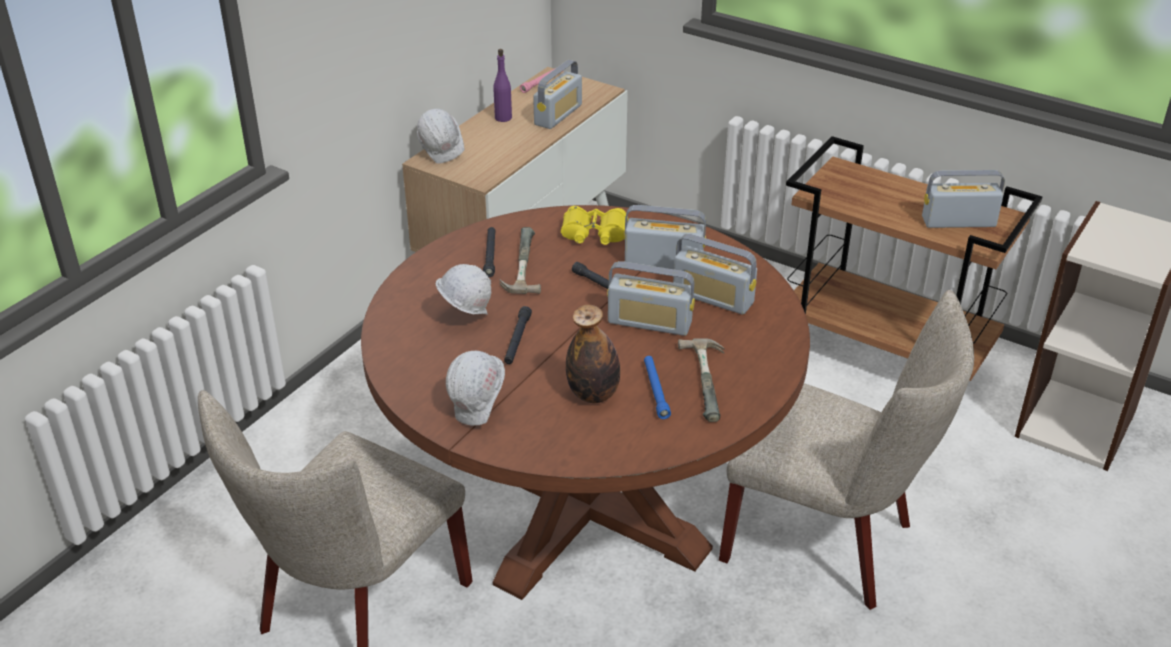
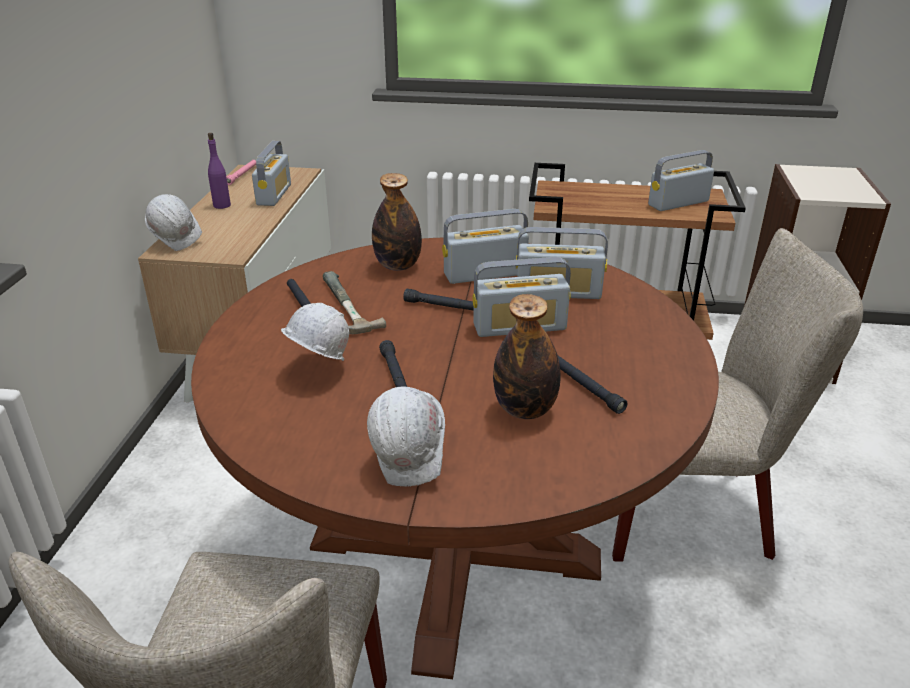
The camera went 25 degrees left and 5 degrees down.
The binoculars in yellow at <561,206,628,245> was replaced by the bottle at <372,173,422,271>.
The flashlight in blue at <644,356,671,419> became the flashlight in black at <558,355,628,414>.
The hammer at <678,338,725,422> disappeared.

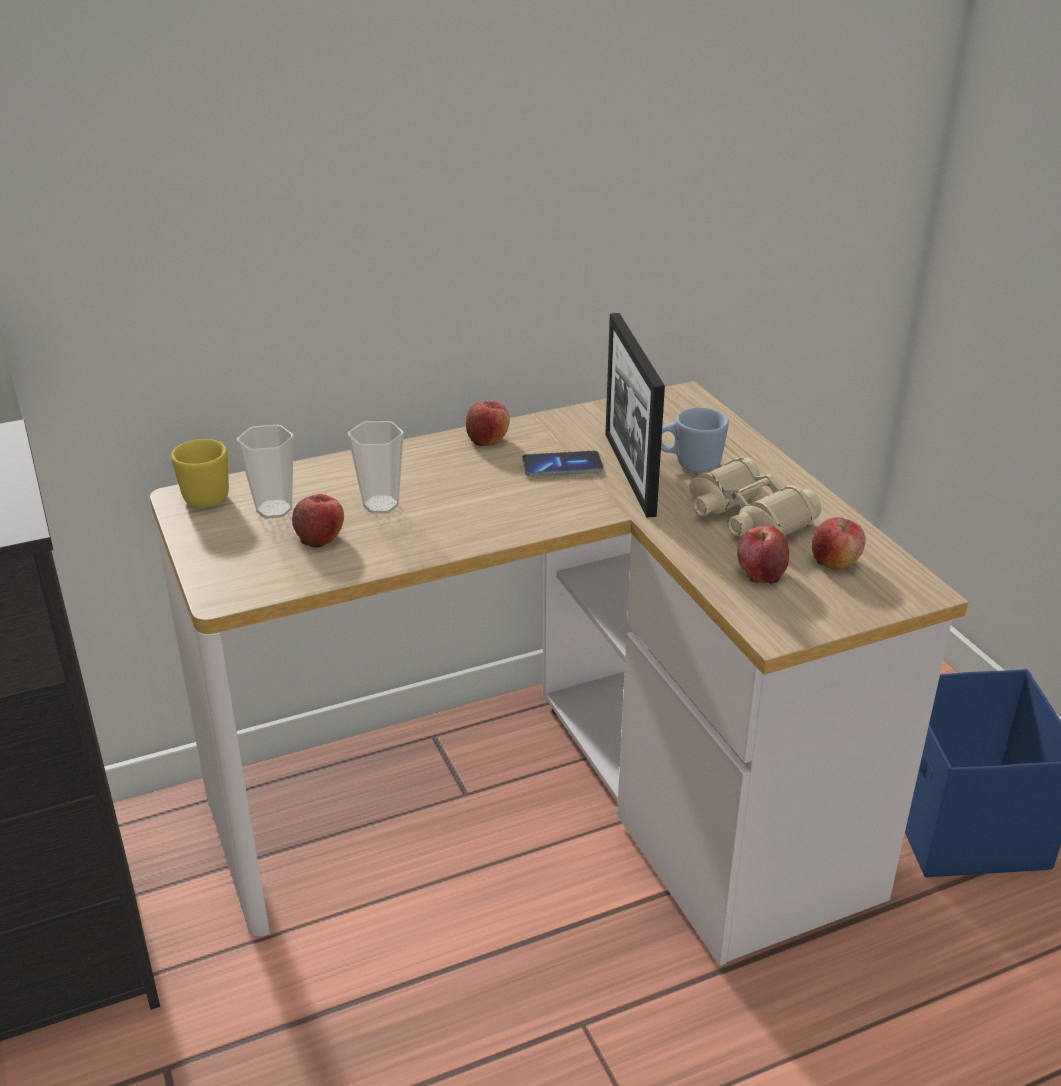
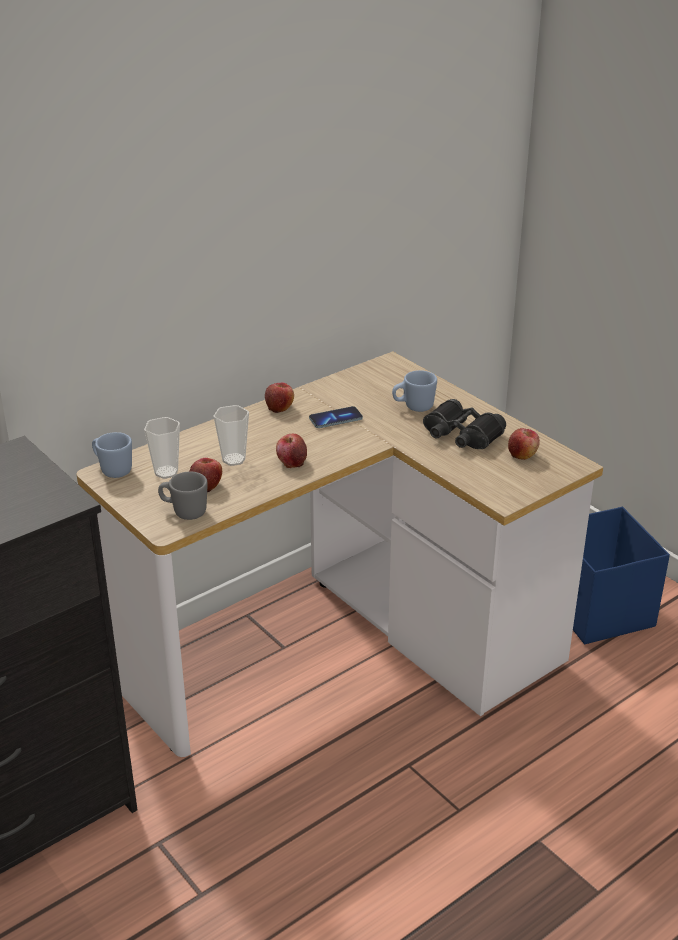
The camera went 15 degrees left and 0 degrees up.
The mug in yellow at <171,439,229,507> became the mug in blue at <92,432,132,478>.
The picture frame at <605,313,665,518> disappeared.
The binoculars in beige at <689,458,821,536> became the binoculars in black at <423,399,506,449>.
The apple moved from <737,526,789,584> to <276,434,307,468>.
The mug in grey at <158,472,208,520> appeared.

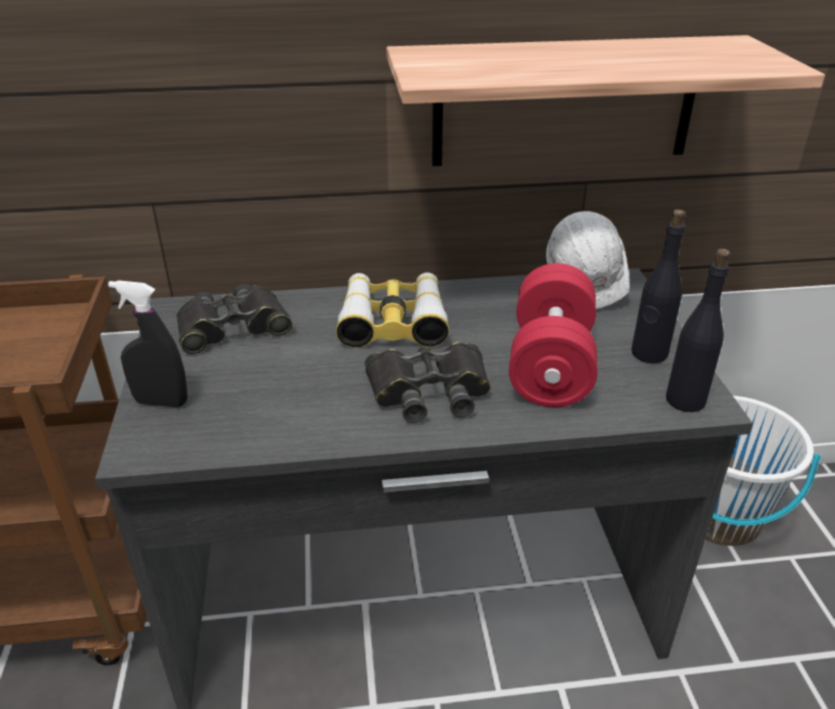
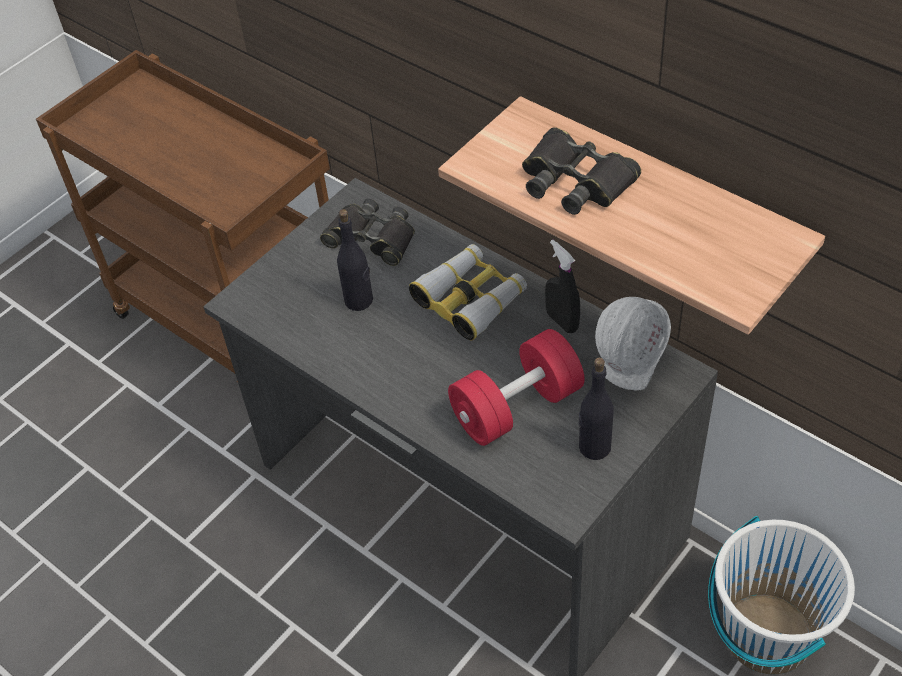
The camera went 50 degrees right and 15 degrees up.
The spray bottle in black moved from <108,280,188,407> to <545,239,580,333>.
The binoculars in black moved from <365,342,491,423> to <522,127,641,215>.
The bottle in black moved from <666,249,730,412> to <337,209,373,311>.

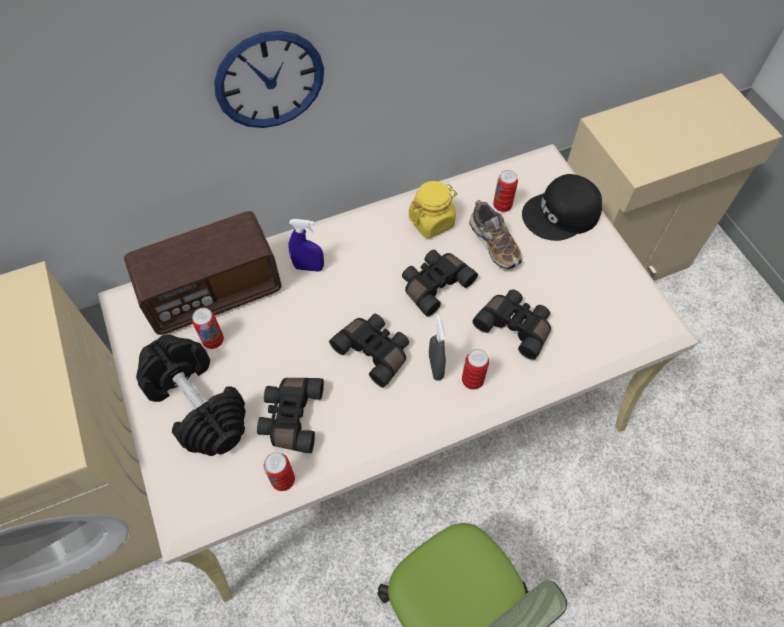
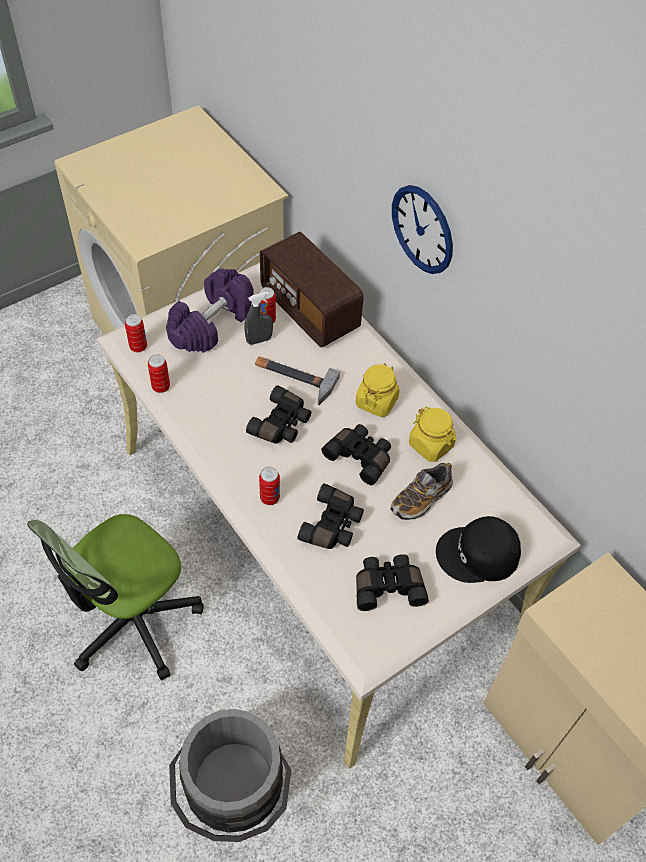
The camera went 75 degrees right and 5 degrees down.
The dumbbell in black at <136,335,246,456> became the dumbbell in purple at <166,269,253,353>.
The binoculars in black moved from <257,378,324,453> to <356,554,429,611>.
The spray bottle in blue at <288,219,324,272> disappeared.
The spray bottle in grey moved from <429,314,446,381> to <244,292,273,345>.
The can moved from <493,170,518,212> to <125,314,147,352>.
The cap in black at <522,174,602,241> turned 60 degrees counterclockwise.
The bucket in grey at <169,709,292,842> appeared.
The hammer at <255,357,340,405> appeared.
The jar in yellow at <356,363,400,417> appeared.

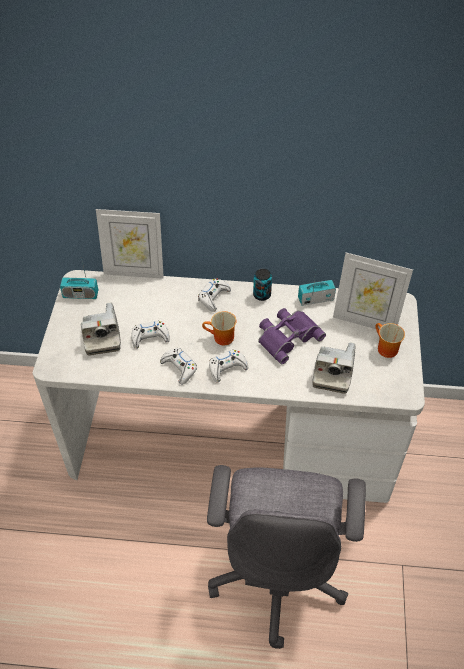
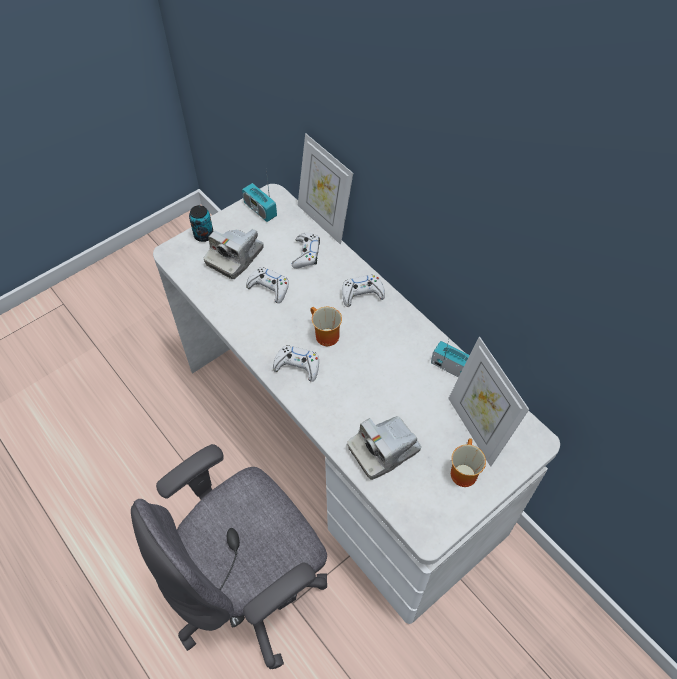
The camera went 45 degrees right and 5 degrees up.
The game controller in white moved from <160,348,197,384> to <292,233,320,269>.
The can moved from <253,269,272,301> to <189,205,213,242>.
The binoculars in purple at <258,308,326,364> disappeared.

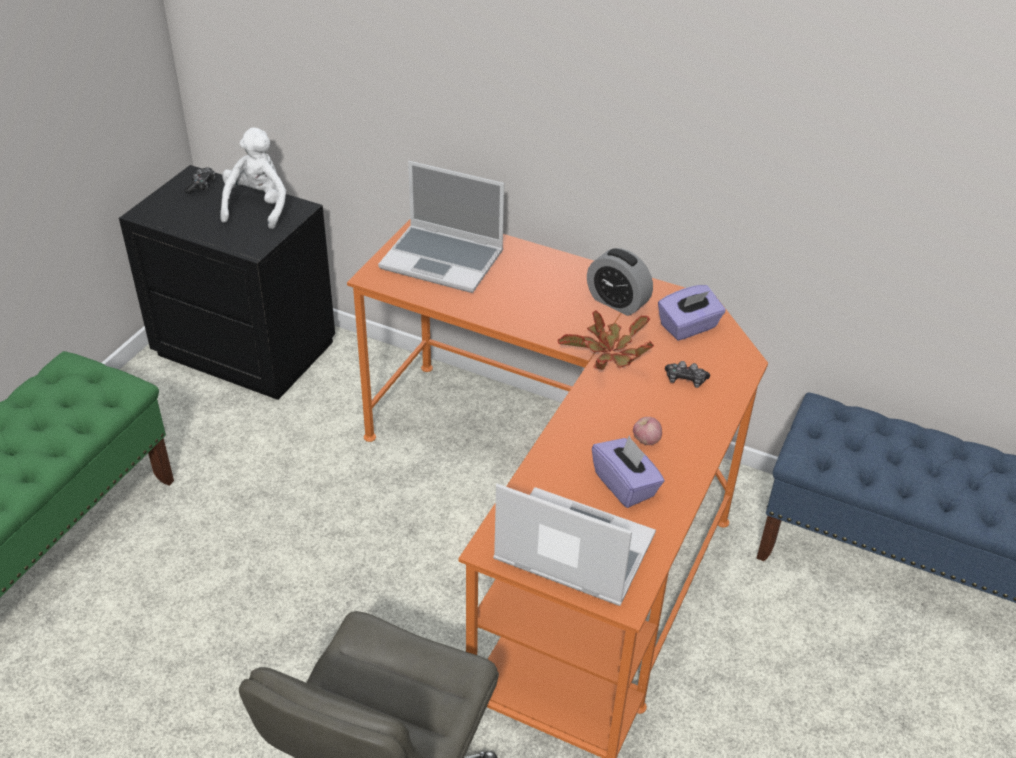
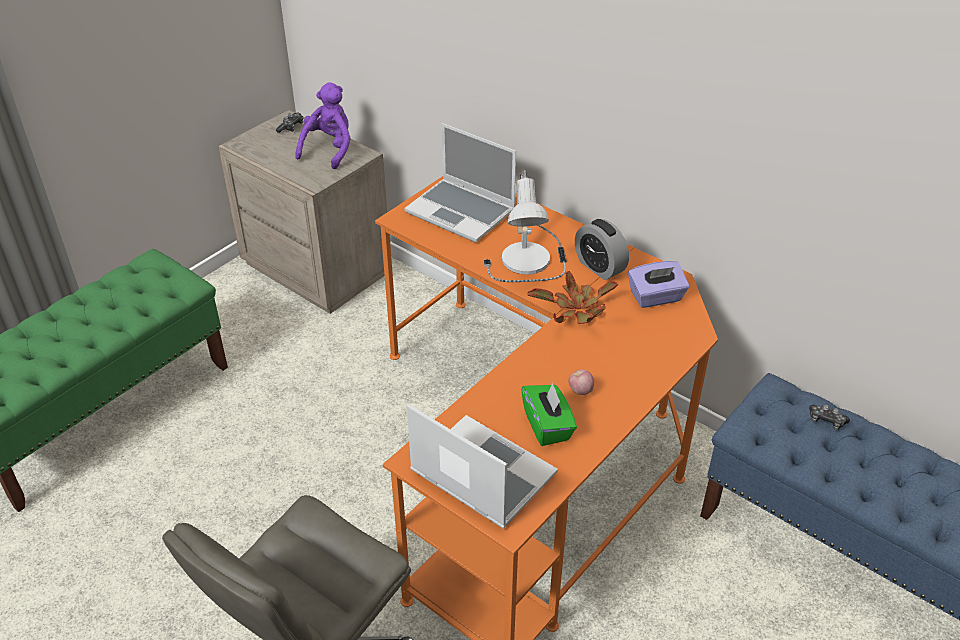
The camera went 15 degrees right and 0 degrees up.
The nightstand in black at <119,165,335,400> became the nightstand in beige at <218,109,387,314>.
The plush toy in white at <220,128,286,229> became the plush toy in purple at <295,82,351,169>.
The tissue box in purple at <592,436,665,508> became the tissue box in green at <521,383,577,446>.
The game controller moved from <665,361,710,388> to <809,404,850,430>.
The table lamp at <484,170,567,282> appeared.

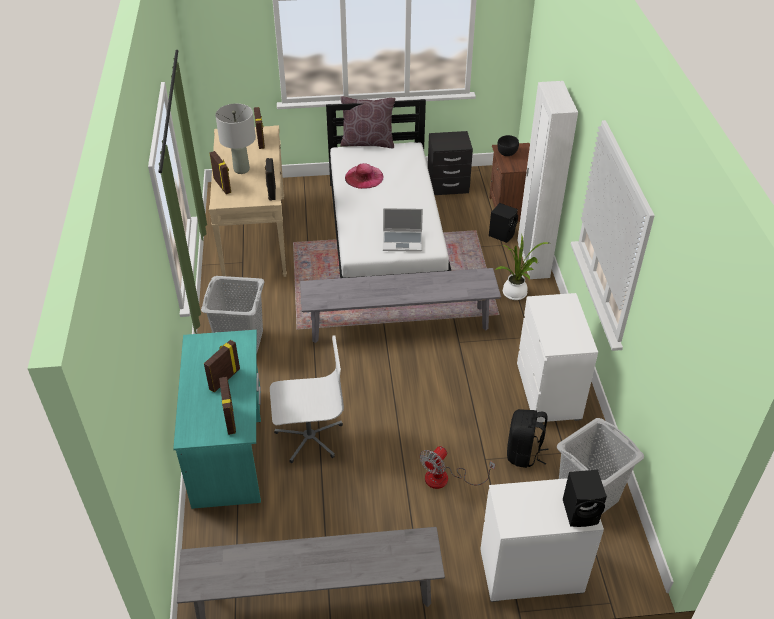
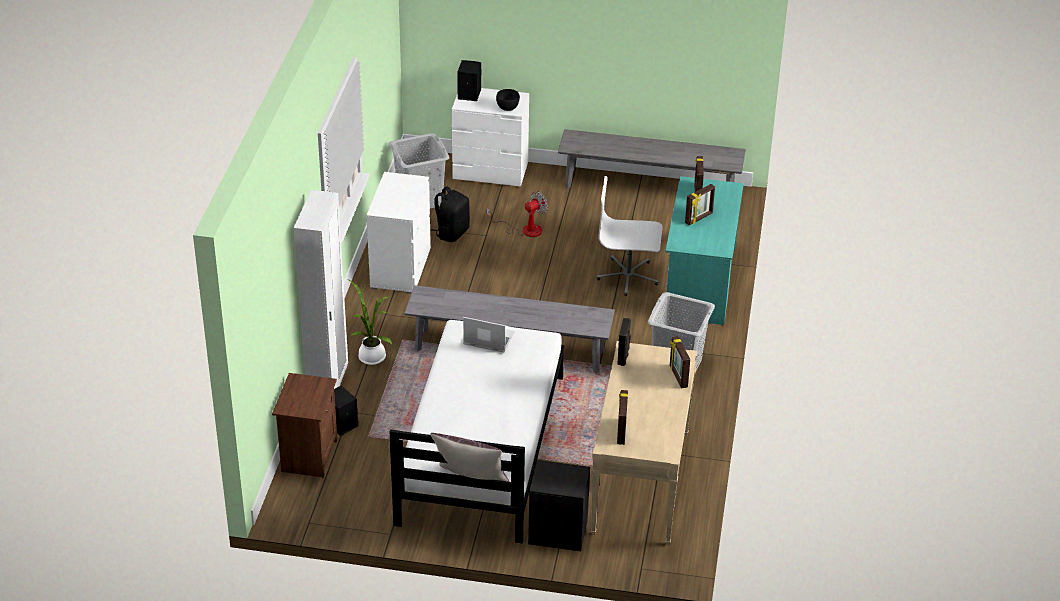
The camera went 165 degrees left and 5 degrees down.
The table lamp in grey at <215,104,256,174> disappeared.
The hat in pink at <345,163,384,189> disappeared.
The nightstand in black moved from <428,131,473,195> to <528,460,590,551>.
The bowl in black moved from <497,135,519,156> to <496,89,520,111>.

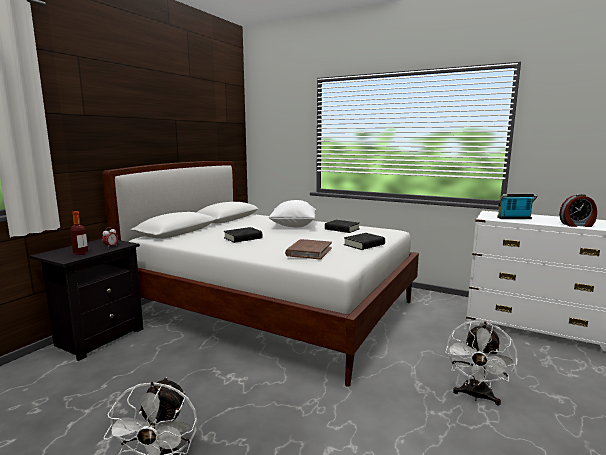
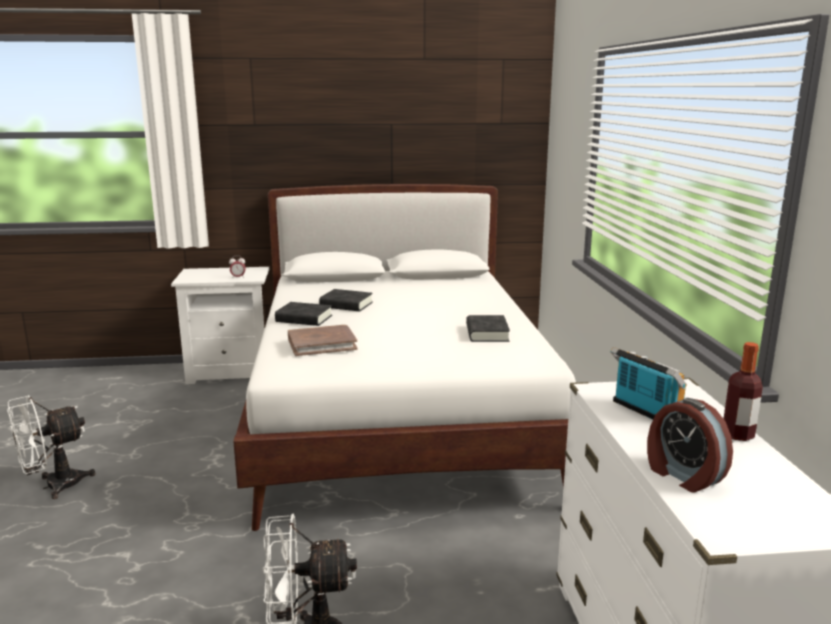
The camera went 55 degrees right and 5 degrees up.
The nightstand in black at <29,239,143,361> became the nightstand in white at <171,267,269,384>.
The bottle moved from <70,211,88,255> to <723,342,763,441>.
The pillow in white at <269,200,316,227> disappeared.
The book in black moved from <344,233,385,250> to <275,302,332,326>.

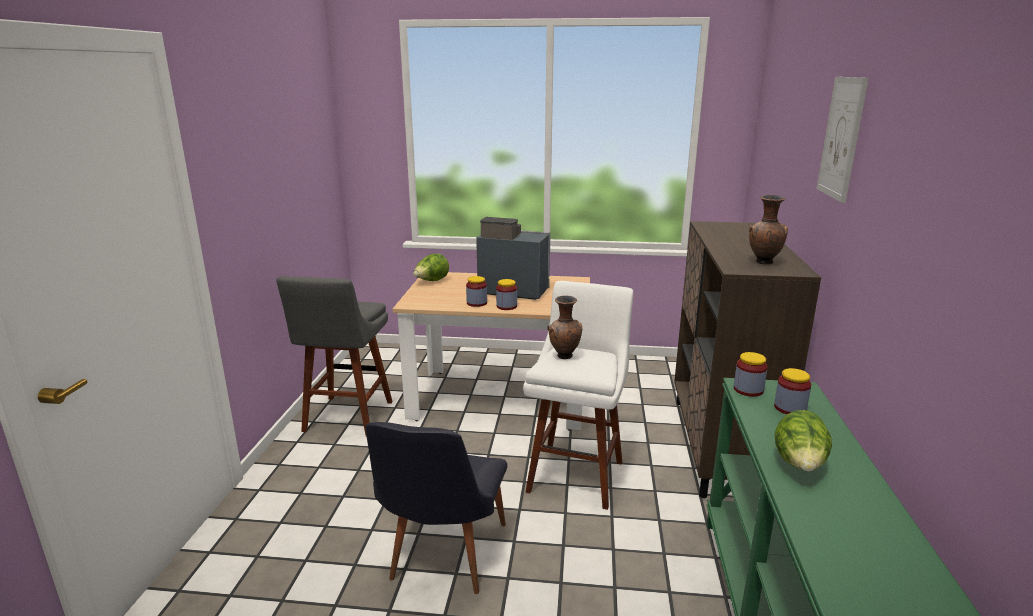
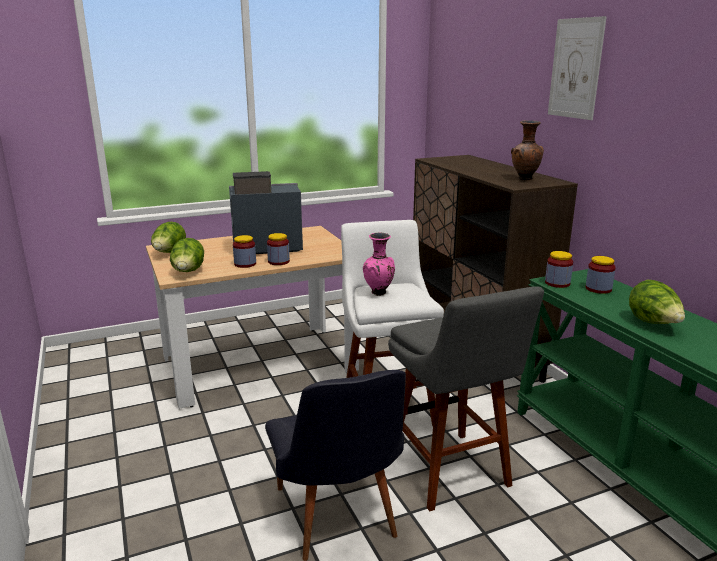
The camera went 30 degrees left and 0 degrees up.
The stool in grey moved from <276,276,393,437> to <388,287,544,511>.
The vase in brown at <547,295,582,359> became the vase in pink at <363,233,395,296>.
The lettuce at <170,238,204,272> appeared.

